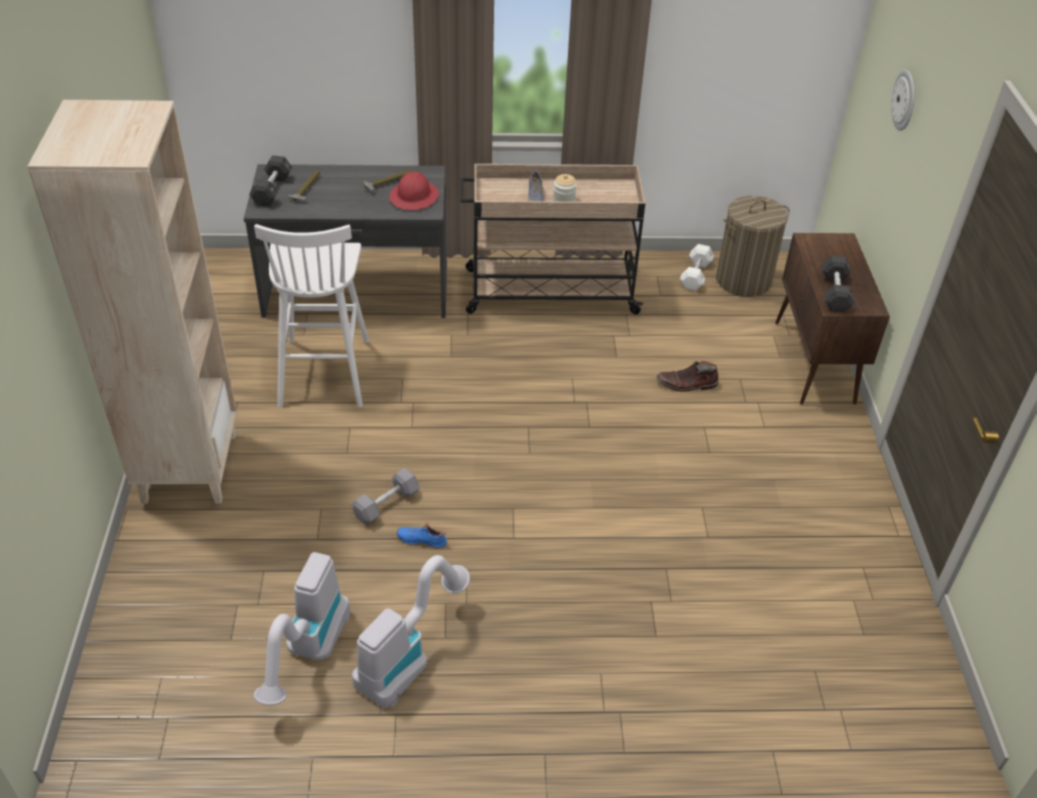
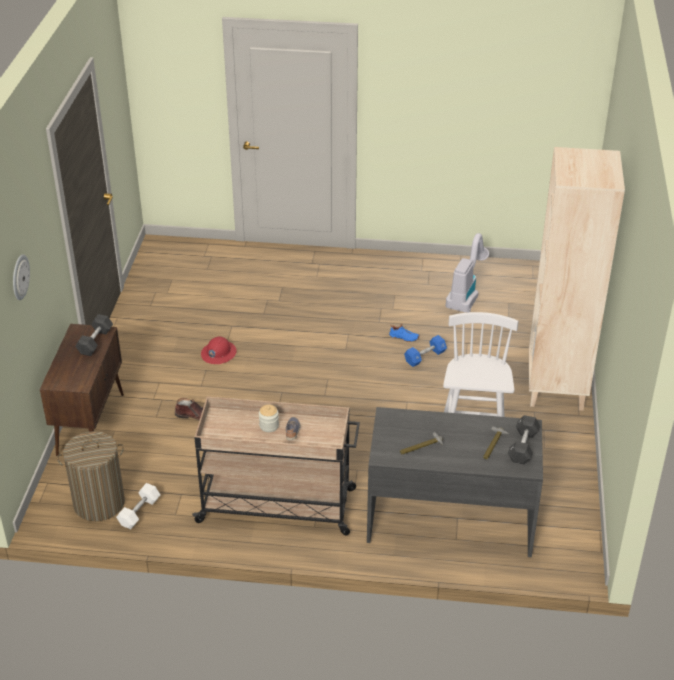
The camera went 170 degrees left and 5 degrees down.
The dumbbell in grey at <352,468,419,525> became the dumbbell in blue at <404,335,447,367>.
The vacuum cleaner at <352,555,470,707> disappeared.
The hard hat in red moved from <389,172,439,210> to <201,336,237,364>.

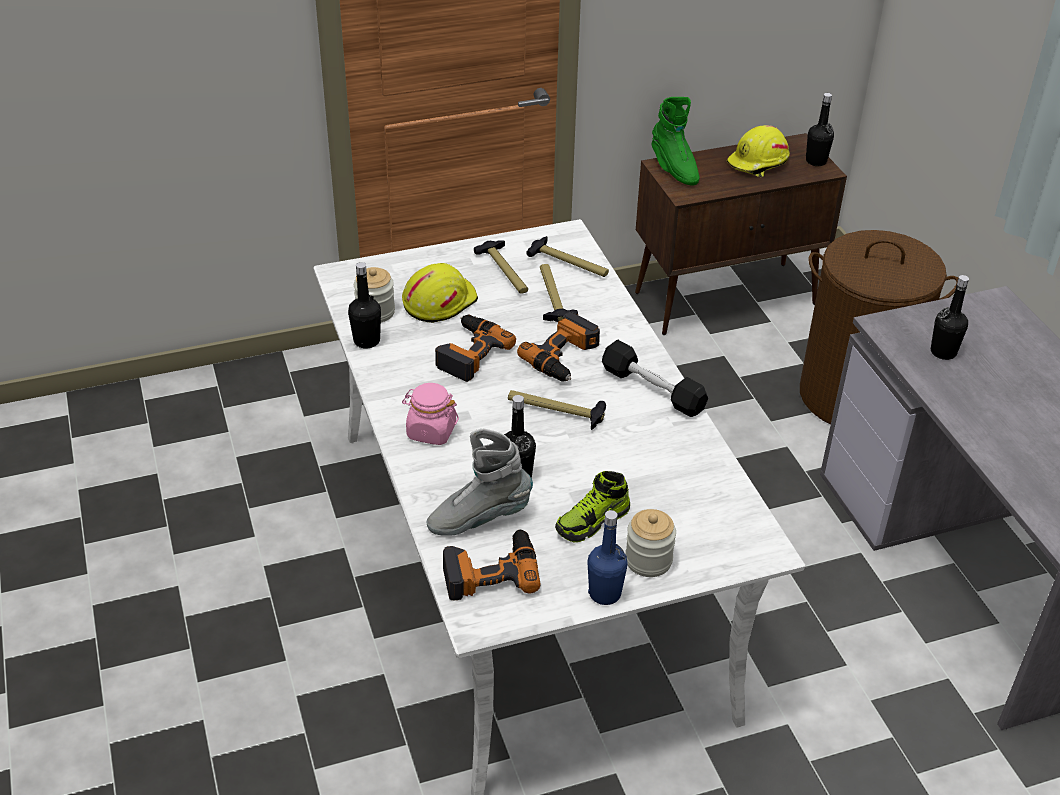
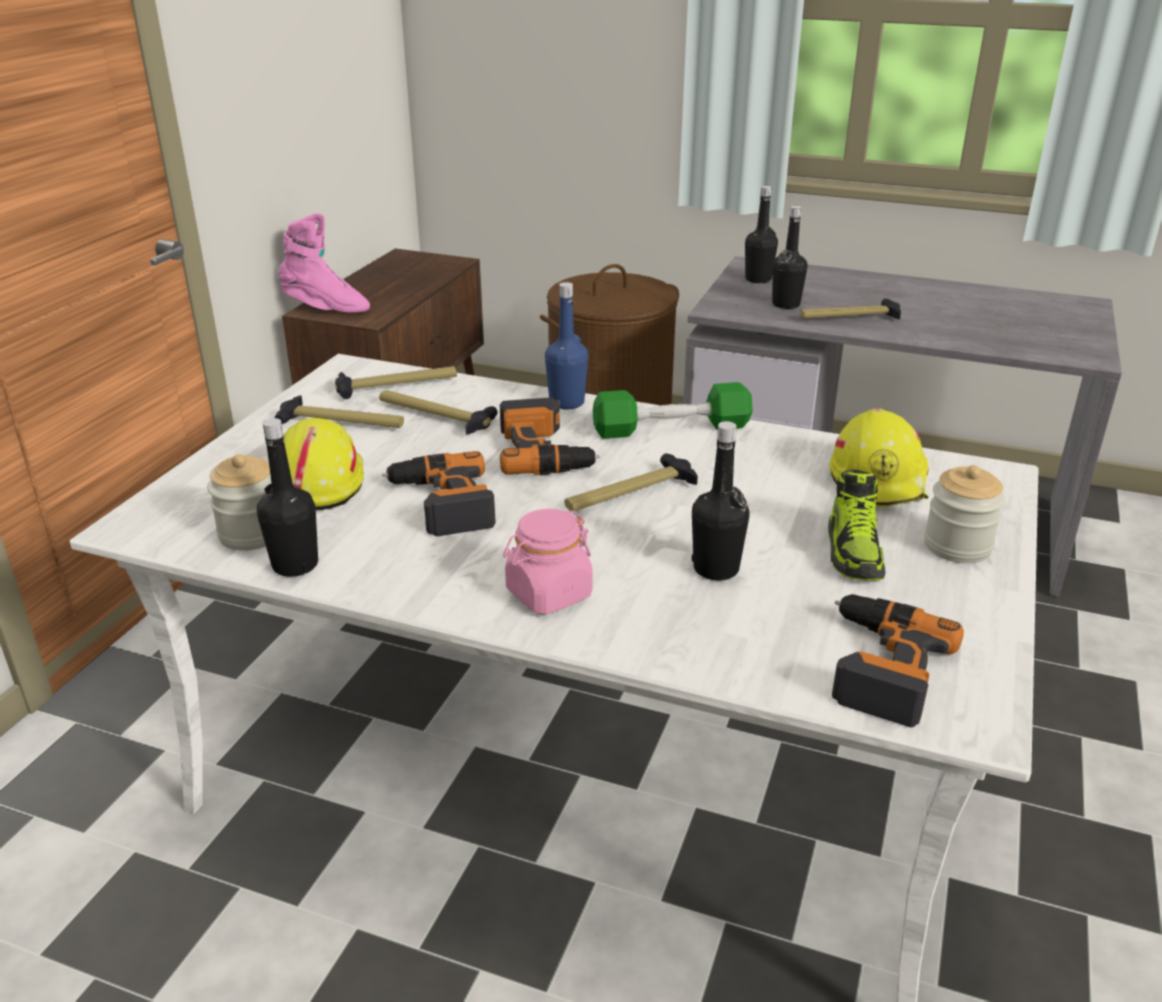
The camera went 50 degrees left and 10 degrees down.
The boot in grey at <427,429,533,536> disappeared.
The bottle in blue moved from <587,510,628,605> to <545,282,588,409>.
The dumbbell in black at <602,340,708,417> became the dumbbell in green at <593,382,753,439>.
The boot in green at <652,97,699,186> became the boot in pink at <278,213,370,313>.
The hard hat in yellow moved from <727,125,790,177> to <829,408,928,507>.
The bottle in black moved from <806,93,834,166> to <745,185,778,283>.
The hammer at <800,299,901,319> appeared.

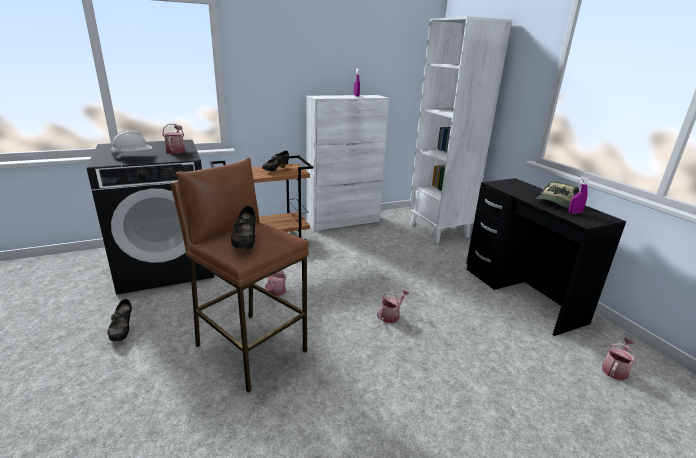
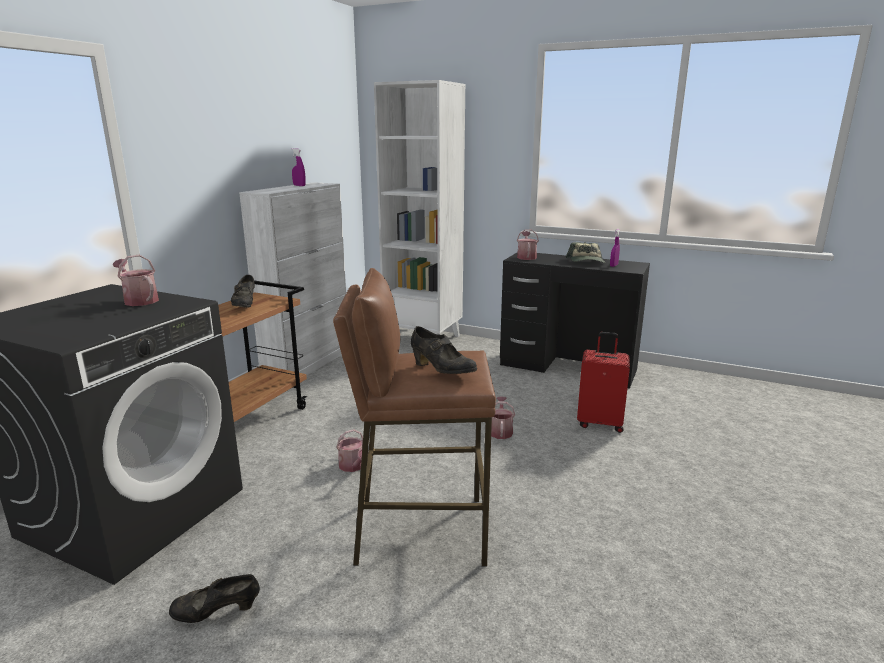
The camera went 40 degrees left and 5 degrees down.
The shoe in black at <108,299,132,341> turned 135 degrees clockwise.
The hard hat in white at <111,130,152,157> disappeared.
The watering can moved from <602,338,636,380> to <517,229,539,260>.
The suitcase in red at <577,332,630,433> appeared.

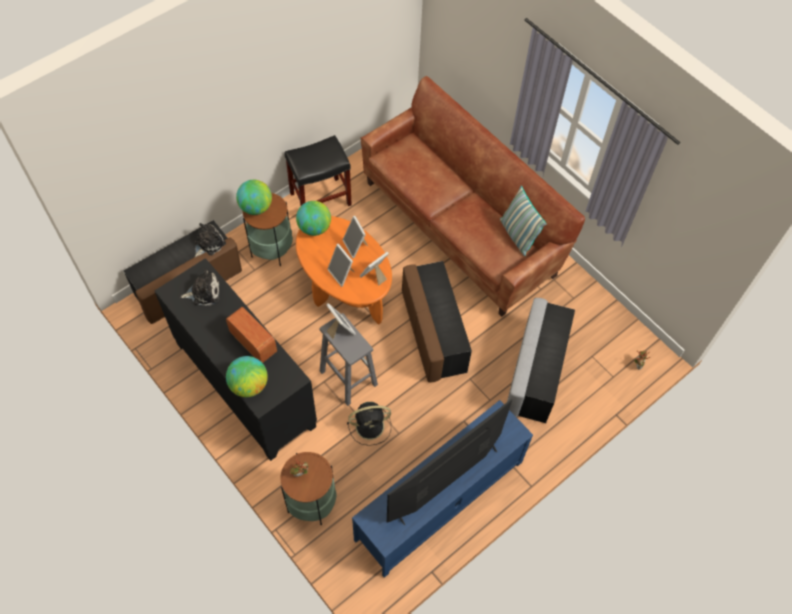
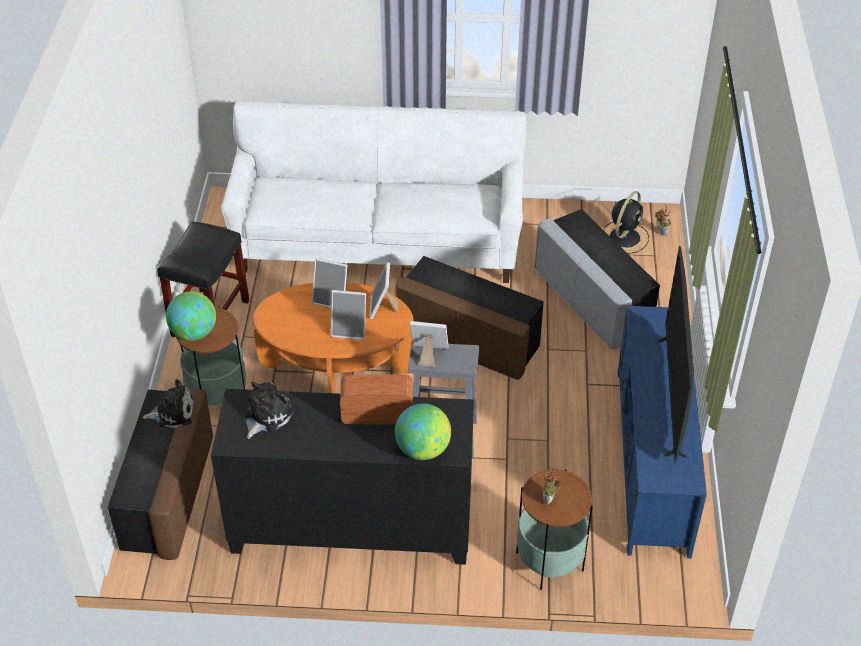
The camera went 45 degrees left and 15 degrees down.
The plush toy at <194,223,226,257> turned 90 degrees clockwise.
The globe at <296,201,331,236> disappeared.
The fan in black moved from <347,402,391,446> to <604,191,649,254>.
The sofa in brown at <361,76,585,317> became the sofa in white at <221,102,526,283>.
The pillow at <500,186,547,256> disappeared.

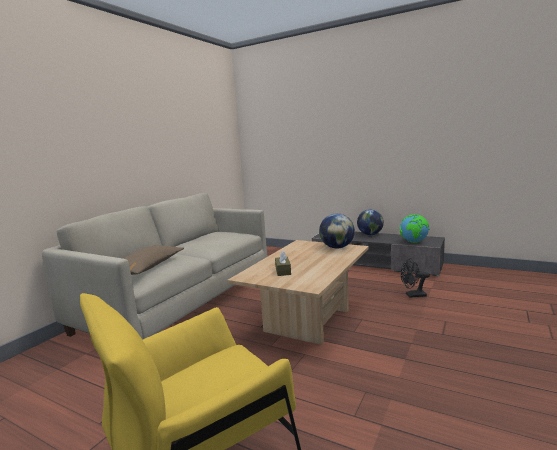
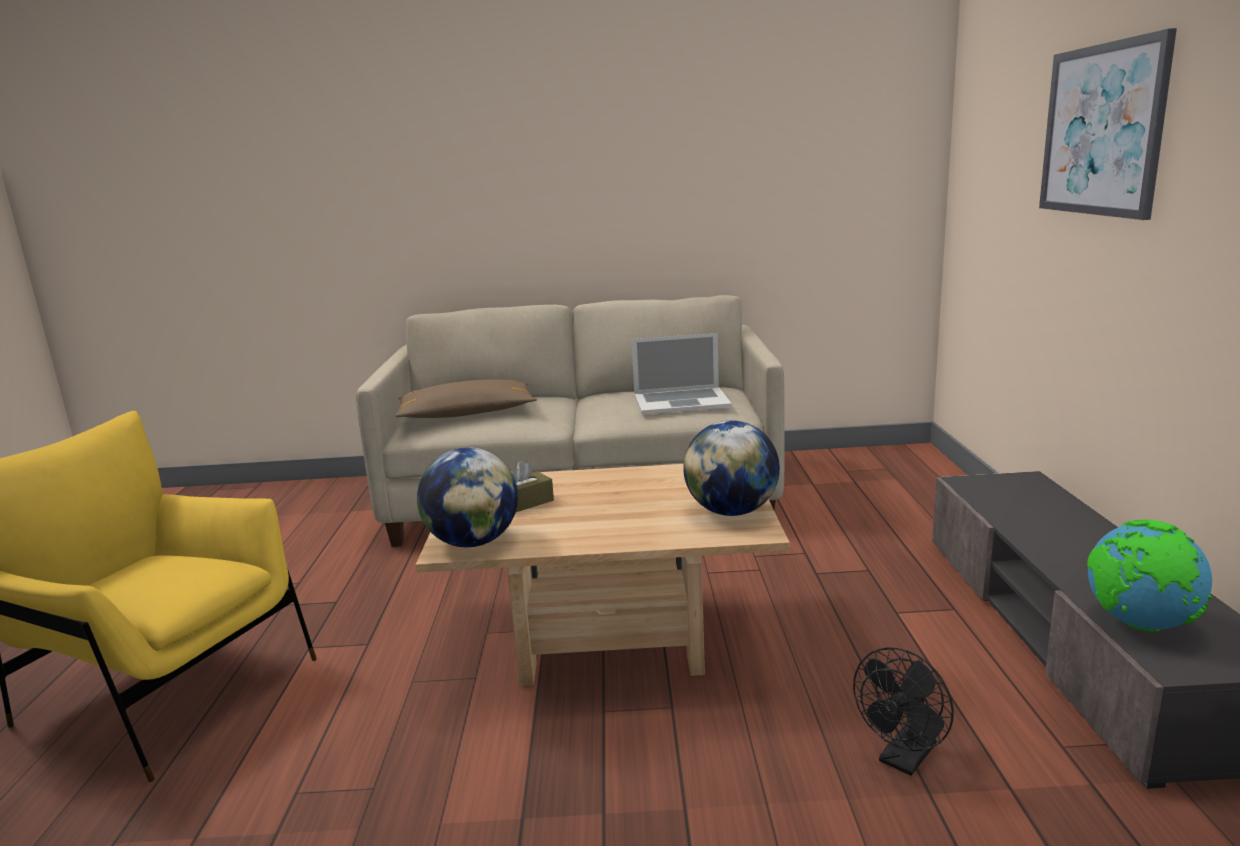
The camera went 60 degrees right and 5 degrees up.
The globe moved from <357,209,384,235> to <417,447,518,547>.
The fan in black at <401,258,430,298> turned 105 degrees counterclockwise.
The laptop at <632,333,732,414> appeared.
The picture at <1039,28,1177,220> appeared.

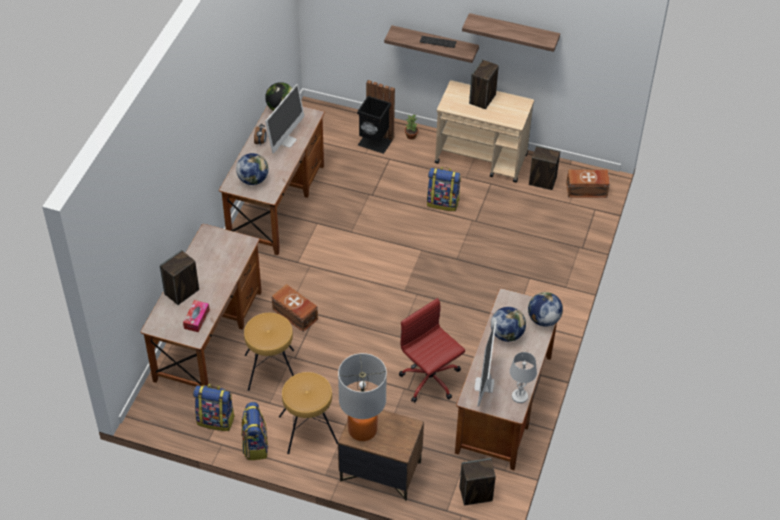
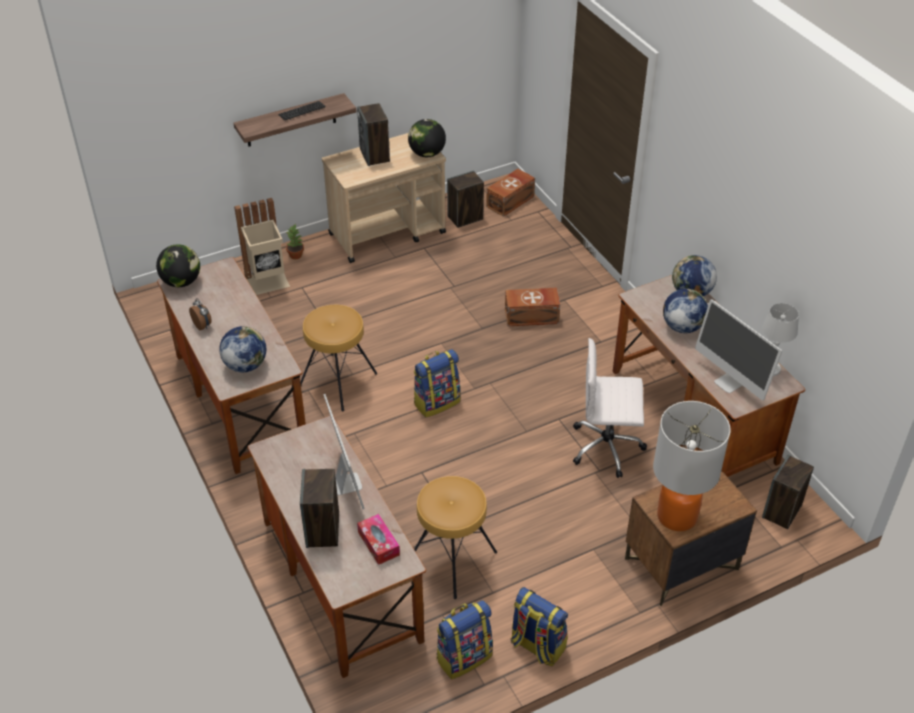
The camera went 45 degrees left and 5 degrees down.
The monitor moved from <265,84,304,154> to <323,394,365,509>.
The storage box in brown moved from <272,284,318,332> to <505,288,560,326>.
The stool in brown moved from <279,372,338,454> to <300,305,378,411>.
The trash can in black at <357,80,395,154> became the trash can in beige at <234,198,290,295>.
The office chair in red at <399,298,465,403> became the office chair in white at <573,338,647,478>.
The backpack moved from <427,167,461,211> to <414,349,461,417>.
The shelf at <462,13,560,52> disappeared.
The globe at <408,119,446,157> appeared.

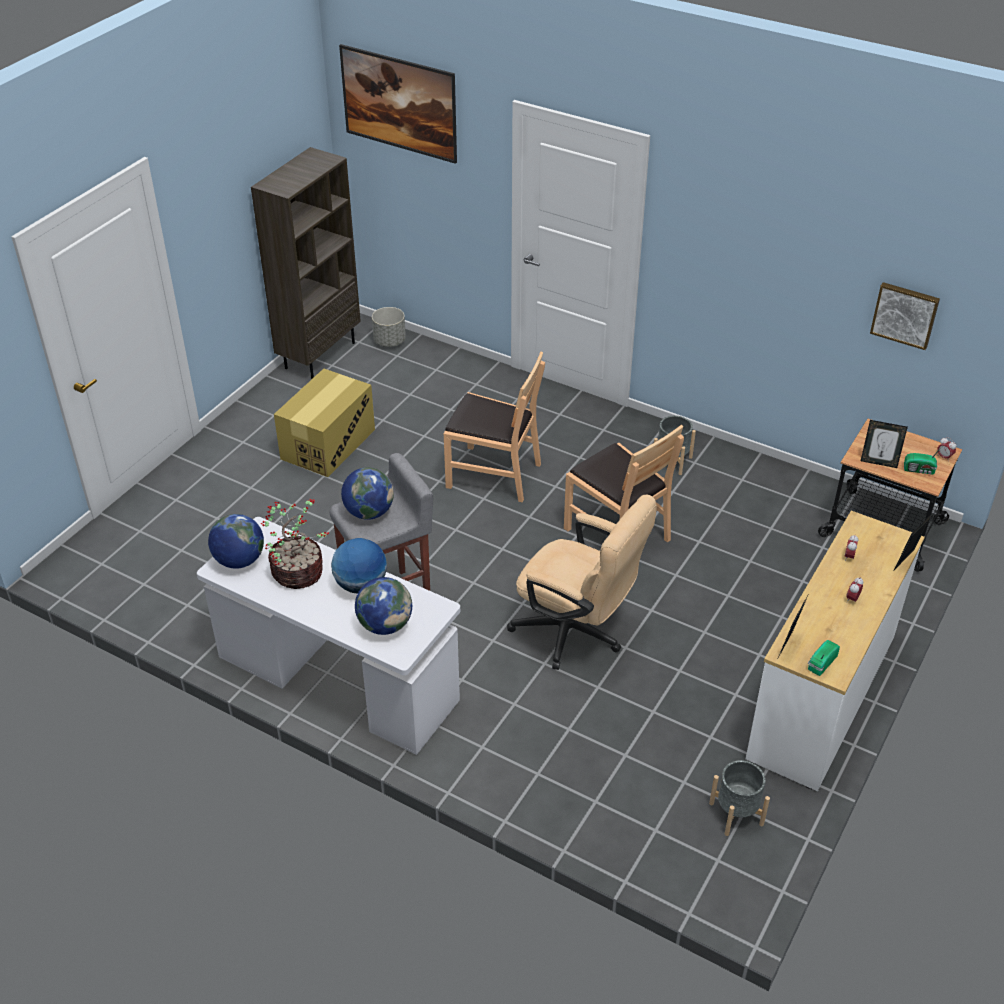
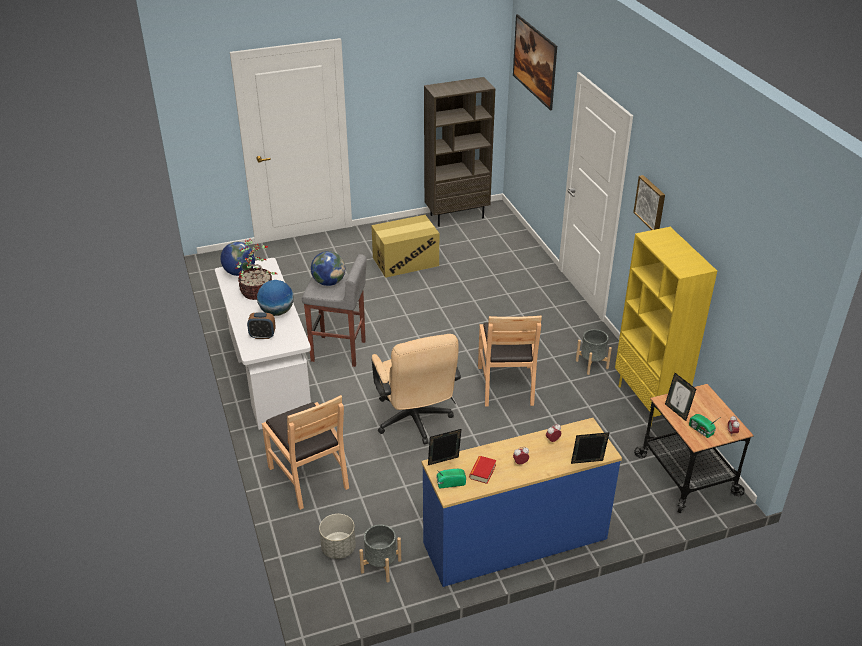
The camera went 40 degrees right and 5 degrees down.
The globe at <355,577,412,635> was replaced by the alarm clock at <247,312,276,339>.
The planter in grey moved from <372,307,406,347> to <319,514,356,559>.
The chair in brown moved from <444,352,545,502> to <262,395,349,510>.
The dresser in white at <746,511,925,791> became the dresser in blue at <422,418,622,587>.
The picture moved from <870,282,940,350> to <633,175,665,230>.
The book at <469,456,496,484> appeared.
The bookcase in yellow at <615,227,717,426> appeared.

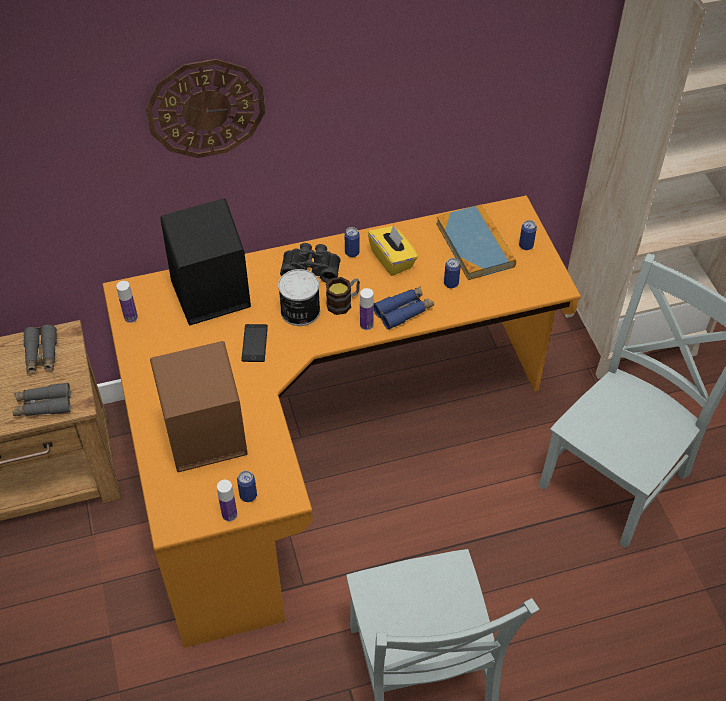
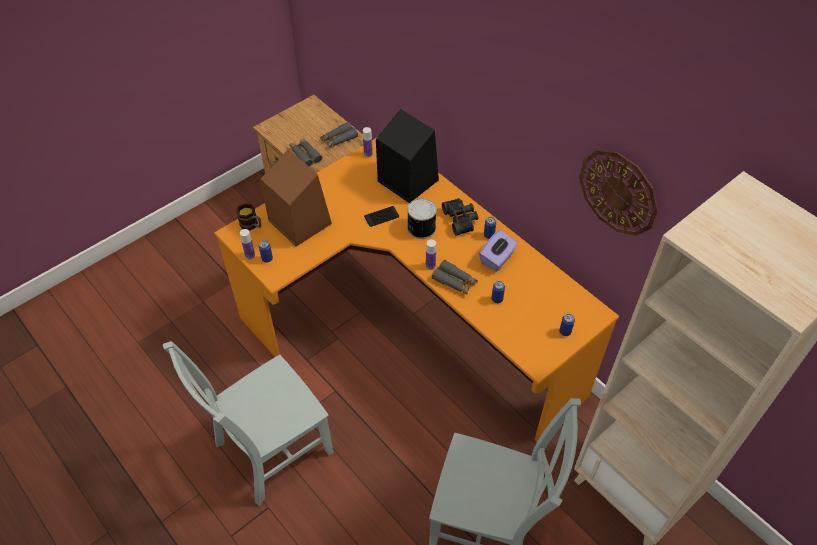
The camera went 65 degrees right and 0 degrees up.
The wall clock moved from <146,59,265,158> to <579,150,658,236>.
The mug moved from <326,277,360,315> to <236,203,262,231>.
The tissue box in yellow at <368,224,418,276> became the tissue box in purple at <479,230,518,272>.
The binoculars in blue at <374,286,434,330> became the binoculars in grey at <432,260,478,295>.
The book at <436,204,516,280> disappeared.

